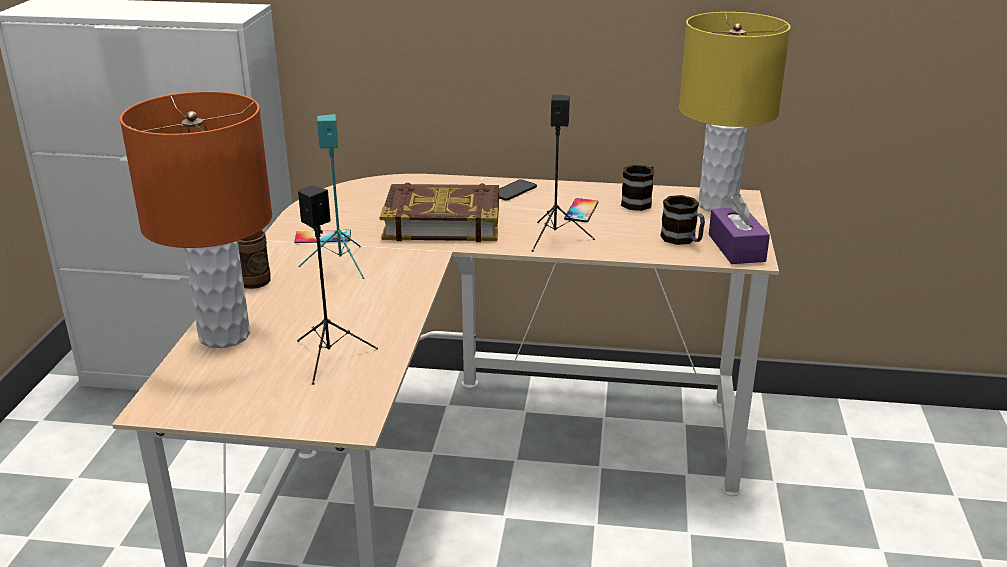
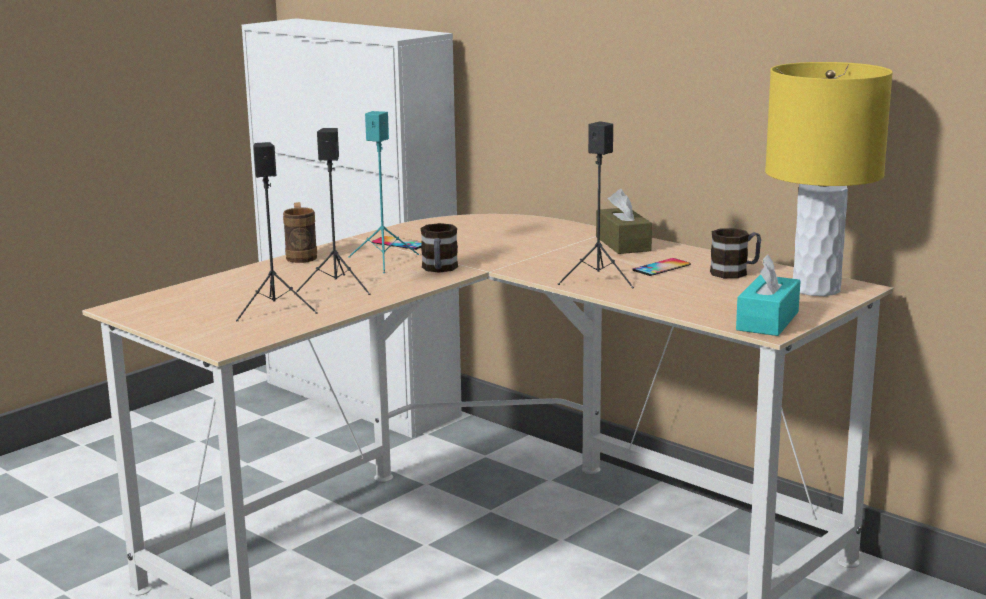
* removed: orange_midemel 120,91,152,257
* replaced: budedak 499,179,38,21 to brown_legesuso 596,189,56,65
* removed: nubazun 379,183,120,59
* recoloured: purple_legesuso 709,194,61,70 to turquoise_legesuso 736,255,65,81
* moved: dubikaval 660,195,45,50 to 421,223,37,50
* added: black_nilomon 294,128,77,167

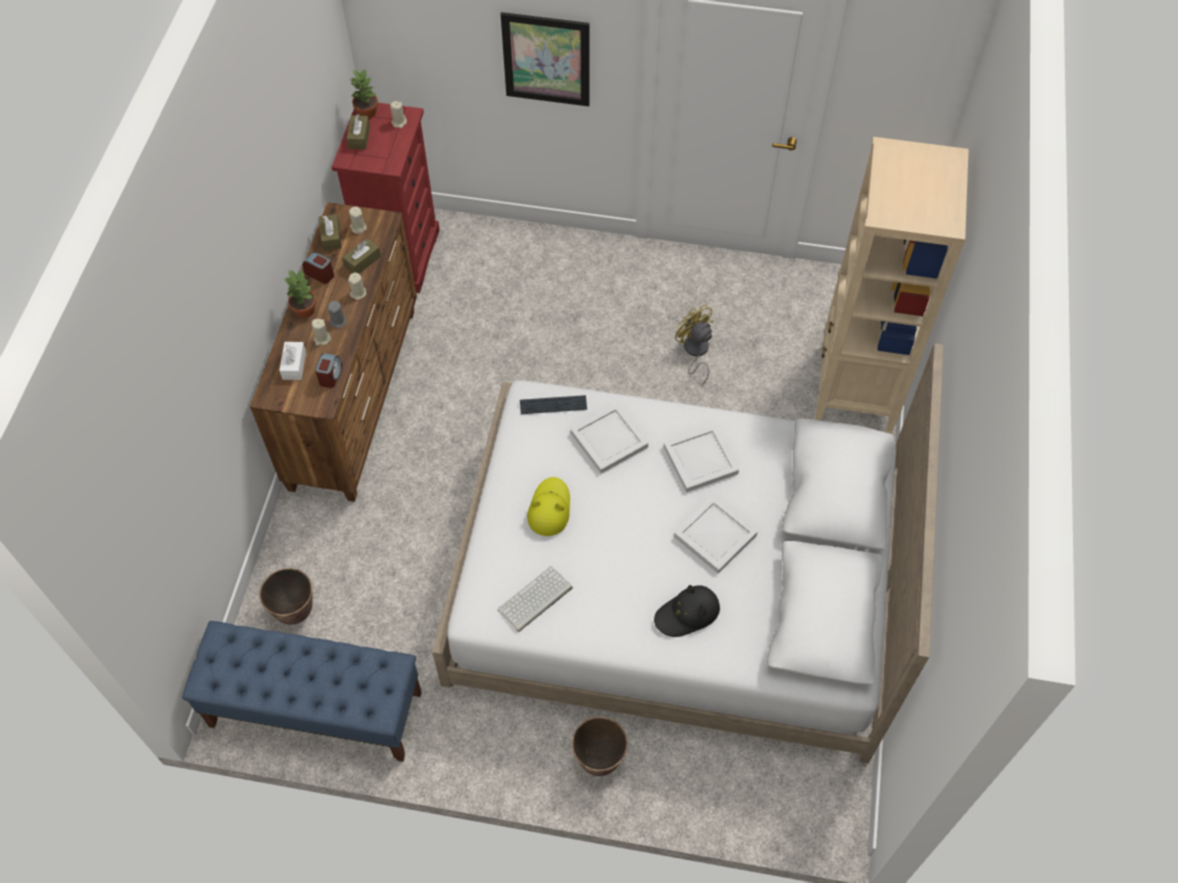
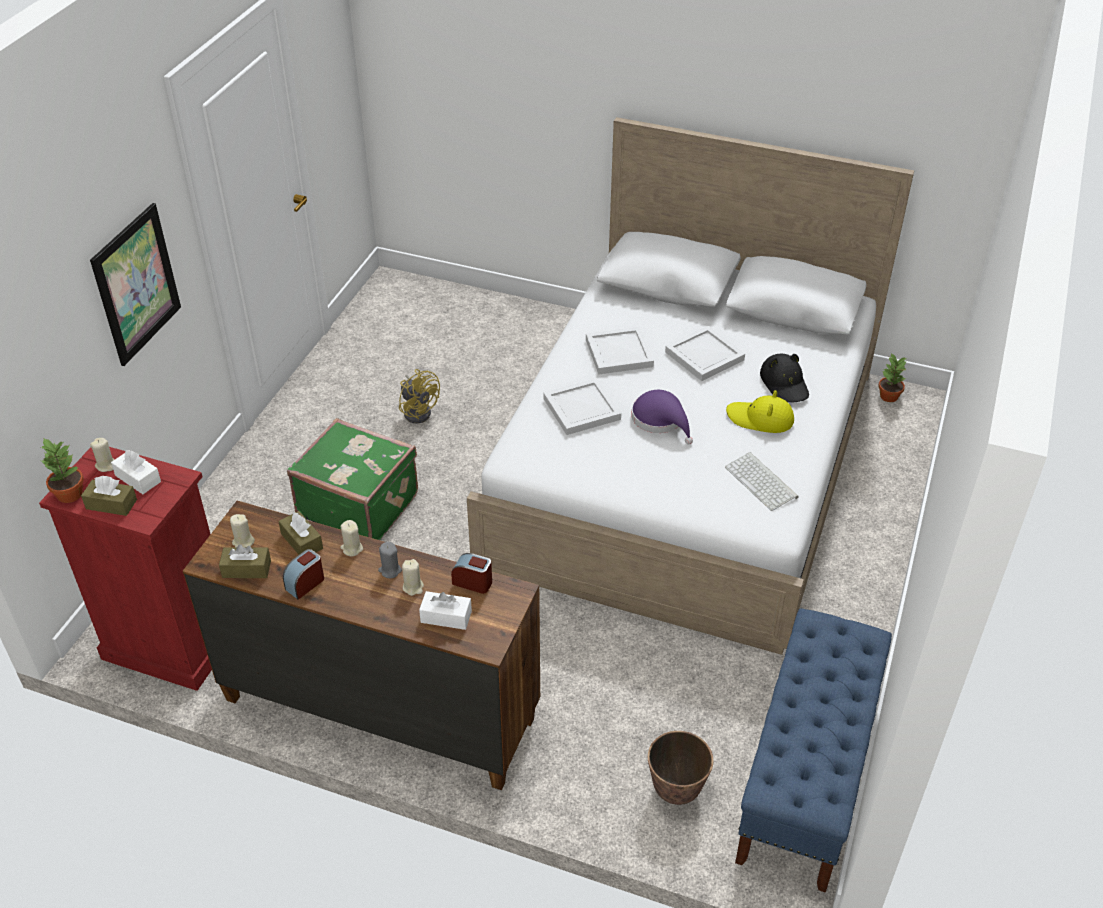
* removed: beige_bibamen 814,137,155,297
* moved: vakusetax 284,270,32,48 to 879,354,28,48
* turned: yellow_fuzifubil 675,304,38,80 = 399,369,41,54 105 degrees counterclockwise
* removed: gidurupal 520,395,67,19
* moved: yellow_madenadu 527,477,43,59 to 726,390,68,43
* removed: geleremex 572,717,56,59
* added: purple_madenadu 631,390,62,54
* added: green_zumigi 287,418,131,122
* added: white_legesuso 111,450,50,44

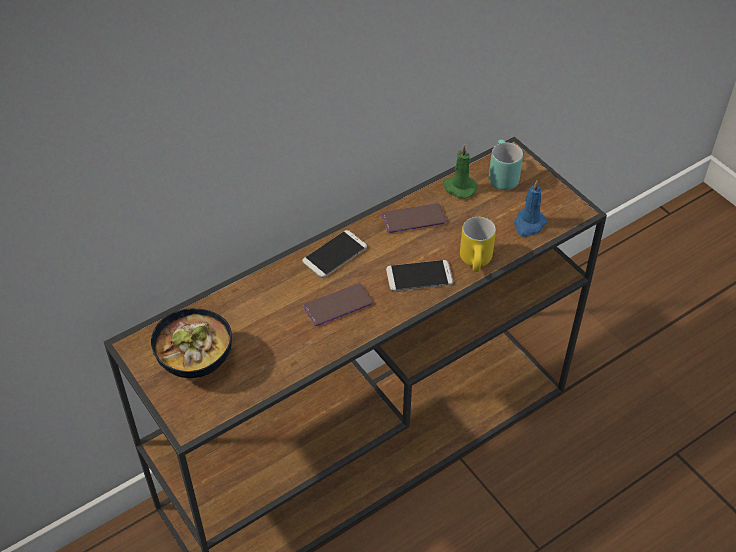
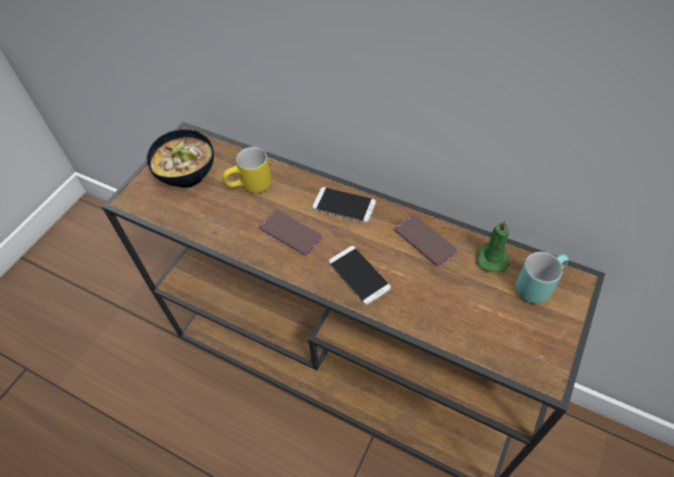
* removed: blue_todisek 514,180,33,57
* moved: yellow_dubikaval 460,217,36,55 to 223,147,49,47

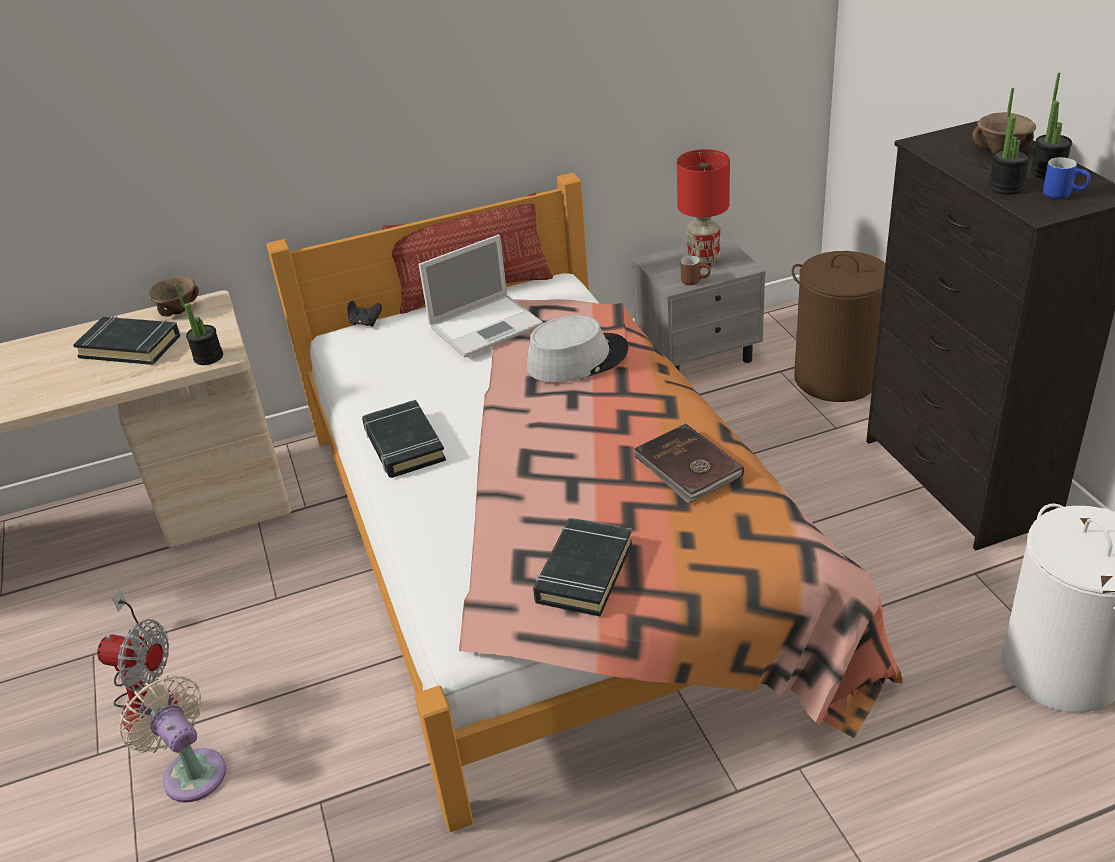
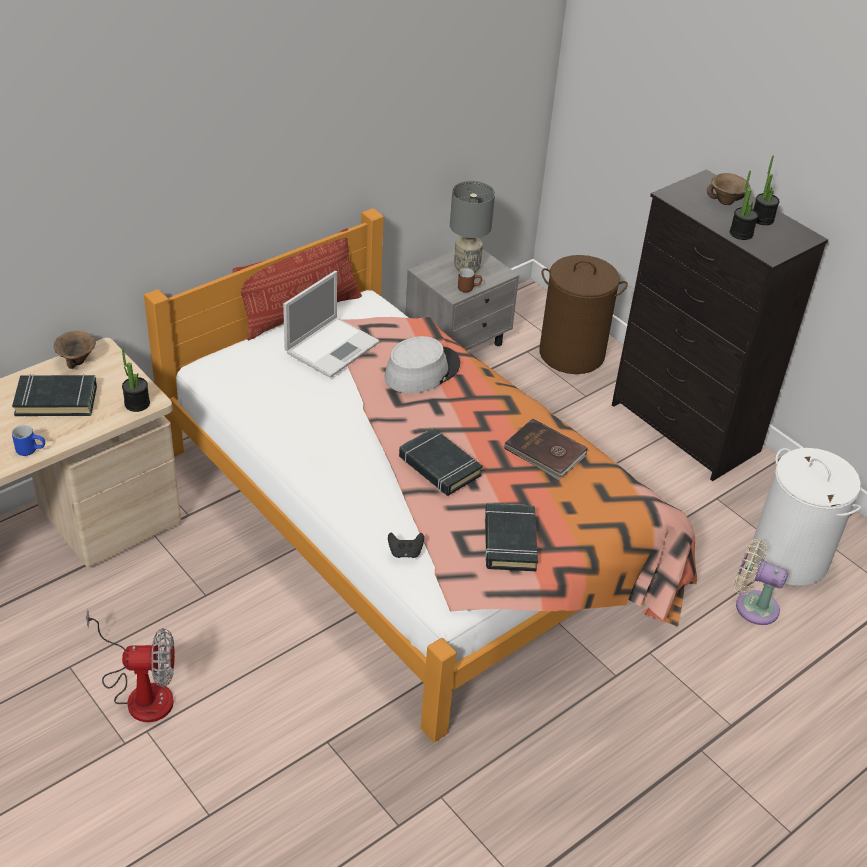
* recoloured: red_midemel 677,149,53,117 to grey_midemel 450,181,45,92
* moved: blue_dubikaval 1043,157,48,42 to 12,425,33,31
* moved: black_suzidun 348,301,34,26 to 388,532,36,26
* moved: black_nubazun 362,400,84,78 to 399,428,83,68
* moved: beige_fuzifubil 118,675,108,128 to 734,539,54,86

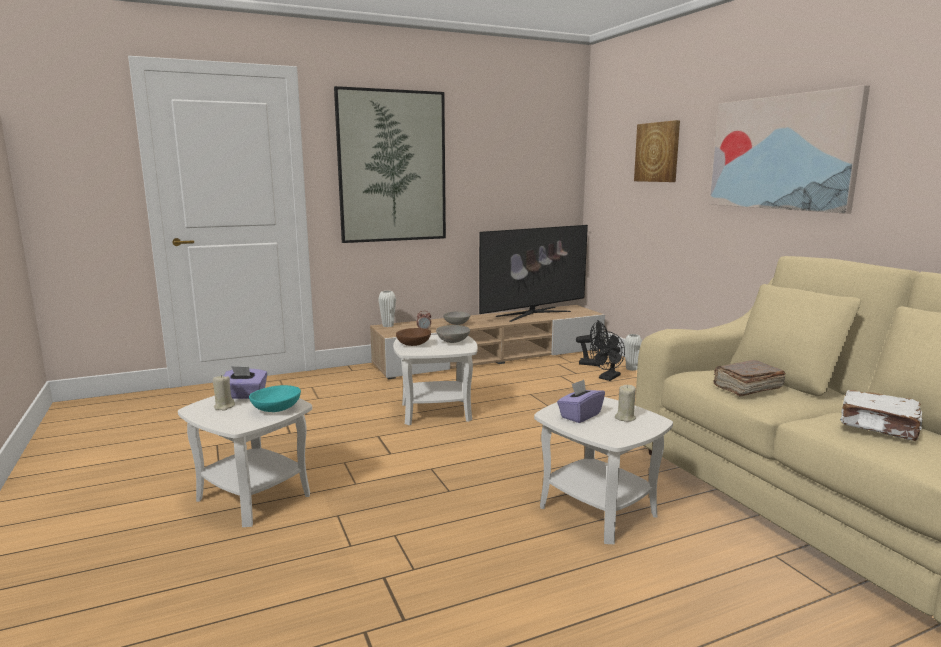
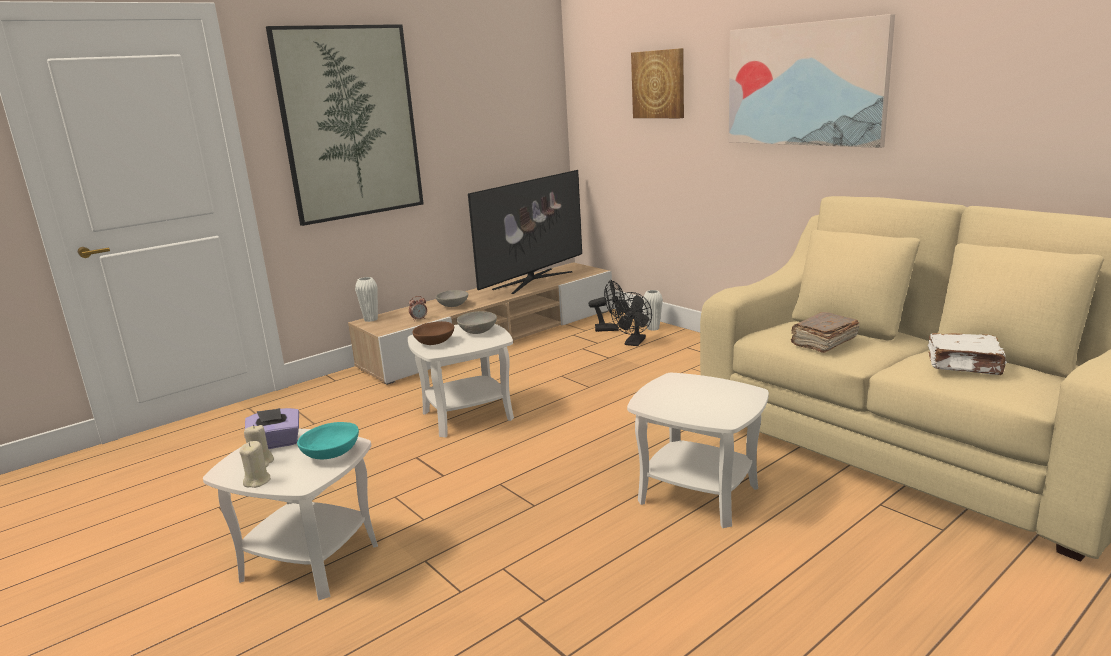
* removed: purple_legesuso 557,380,48,43
* moved: beige_todisek 615,385,21,37 to 240,441,31,47

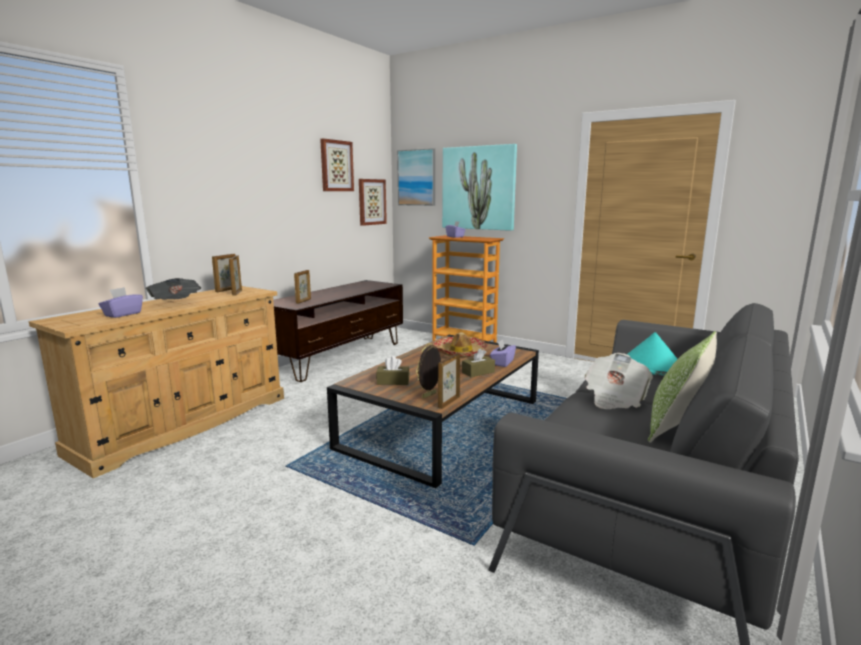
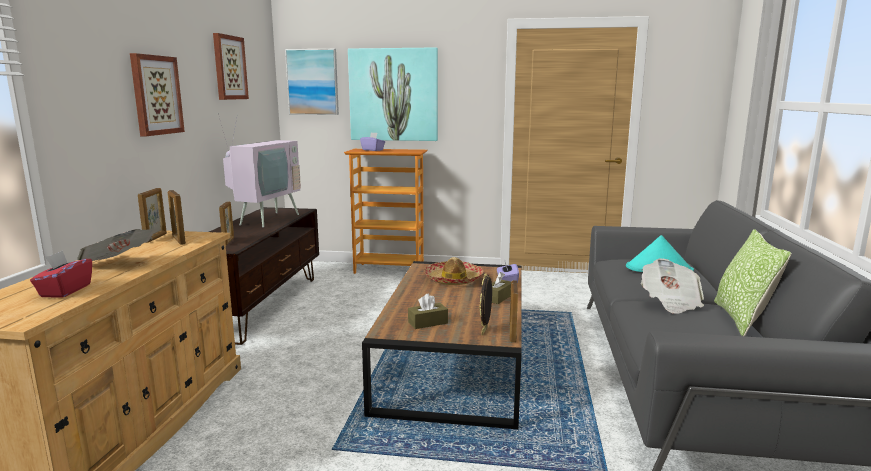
* moved: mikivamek 359,179,28,47 to 130,53,55,83
* recoloured: purple_legesuso 99,287,44,31 to red_legesuso 30,250,62,48
* added: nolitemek 218,113,83,115

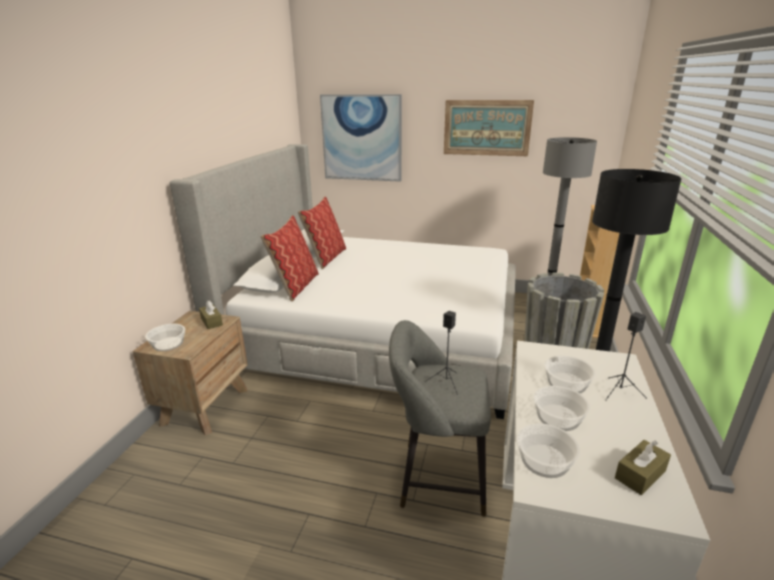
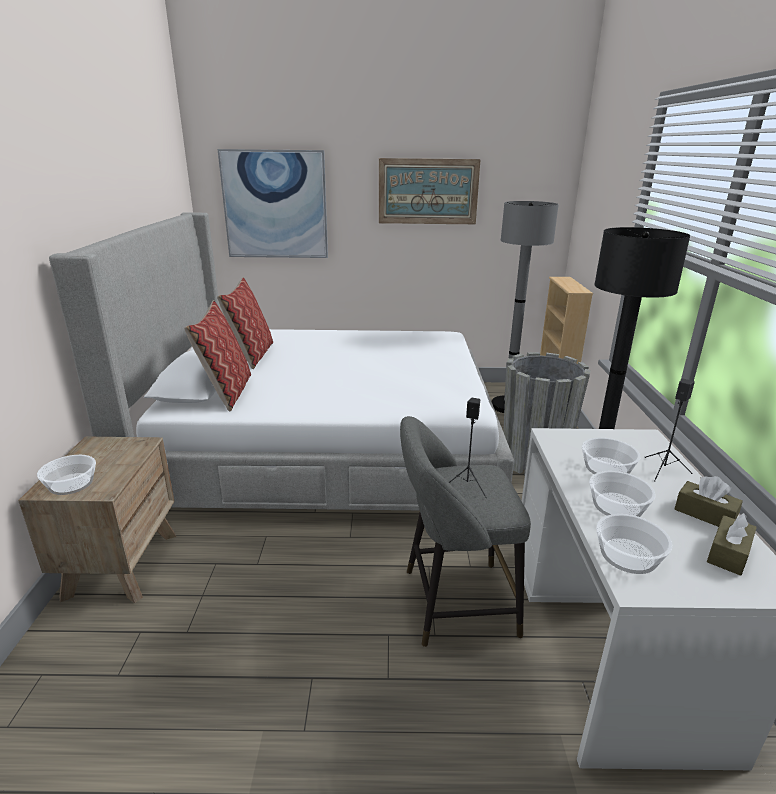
* moved: brown_legesuso 199,301,24,28 to 675,476,68,51

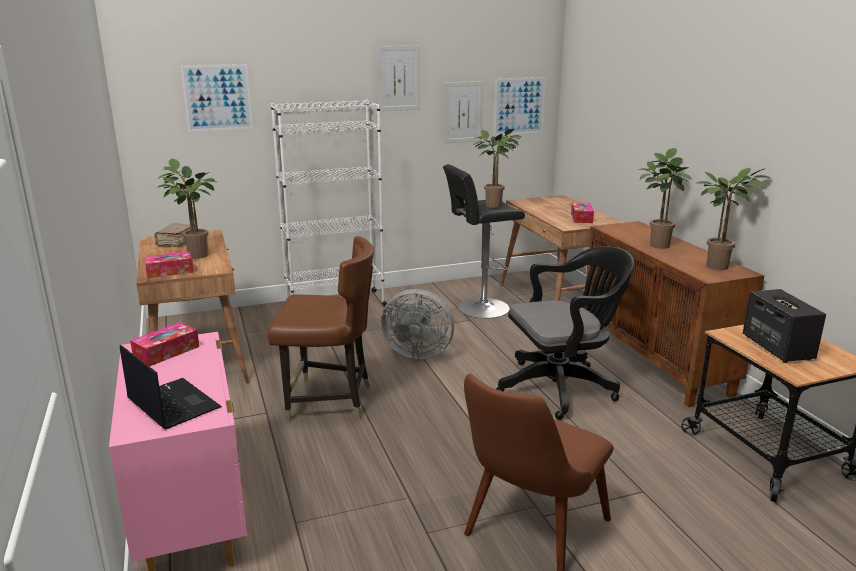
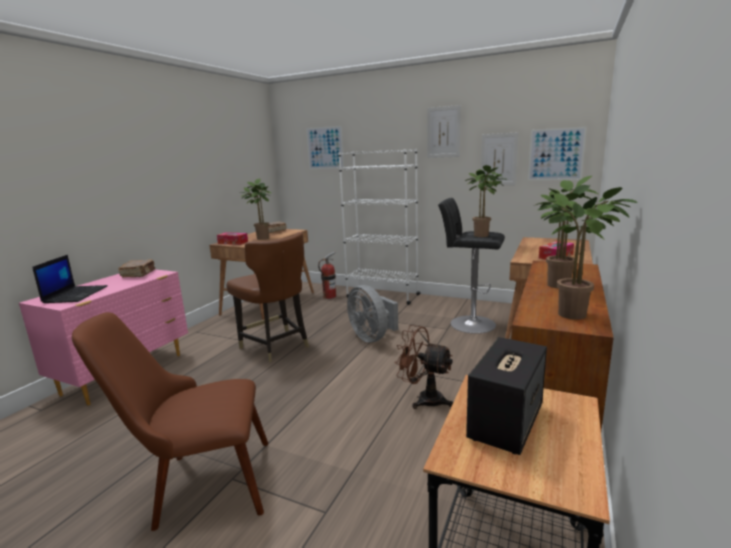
* replaced: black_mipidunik 497,246,137,174 to brown_fuzifubil 394,325,59,84
* replaced: legesuso 130,322,69,44 to brown_nubazun 118,259,37,19
* added: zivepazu 318,252,18,47

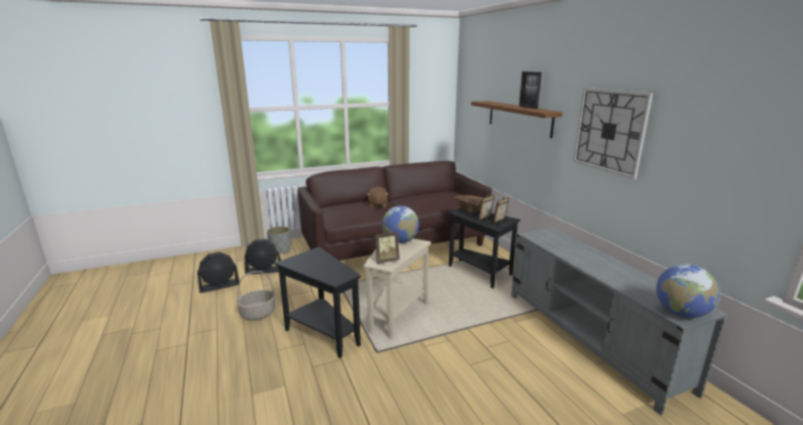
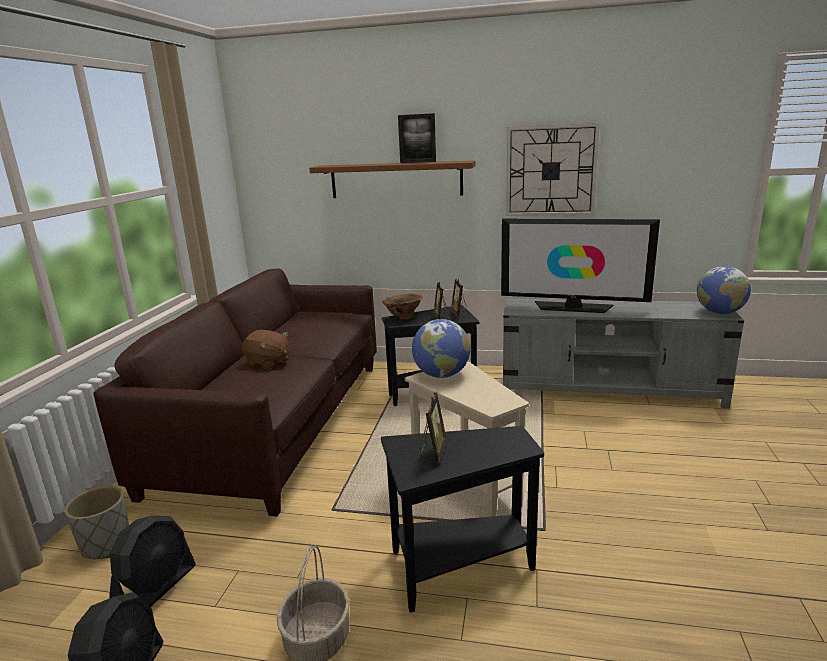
* moved: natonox 375,230,25,34 to 418,392,28,71
* added: nolitemek 501,219,159,94

